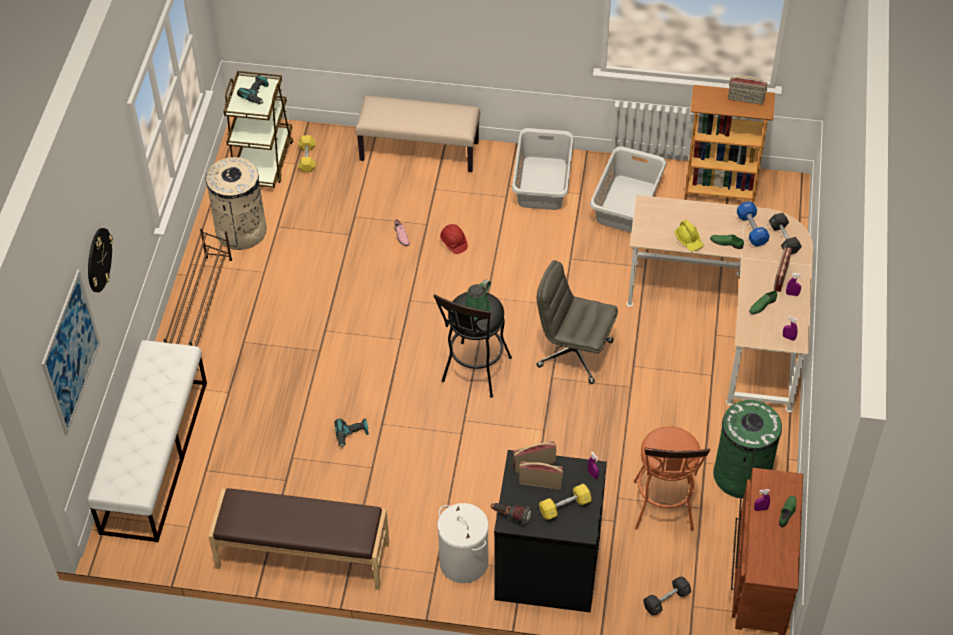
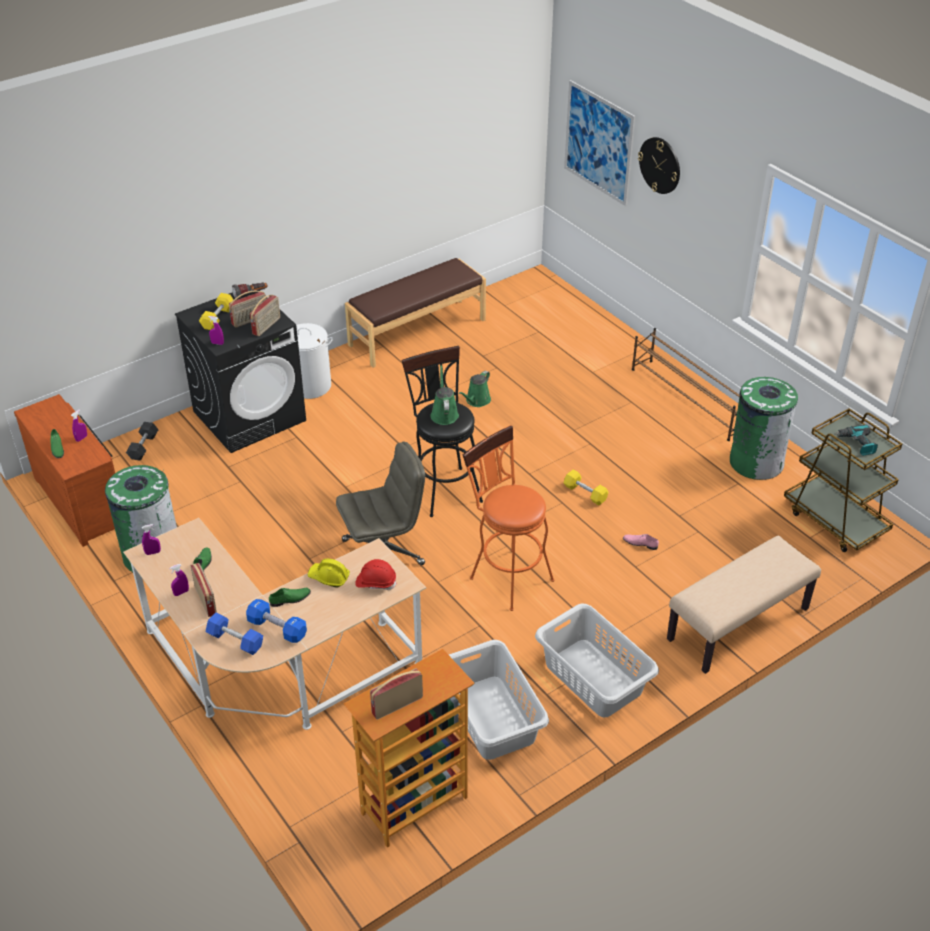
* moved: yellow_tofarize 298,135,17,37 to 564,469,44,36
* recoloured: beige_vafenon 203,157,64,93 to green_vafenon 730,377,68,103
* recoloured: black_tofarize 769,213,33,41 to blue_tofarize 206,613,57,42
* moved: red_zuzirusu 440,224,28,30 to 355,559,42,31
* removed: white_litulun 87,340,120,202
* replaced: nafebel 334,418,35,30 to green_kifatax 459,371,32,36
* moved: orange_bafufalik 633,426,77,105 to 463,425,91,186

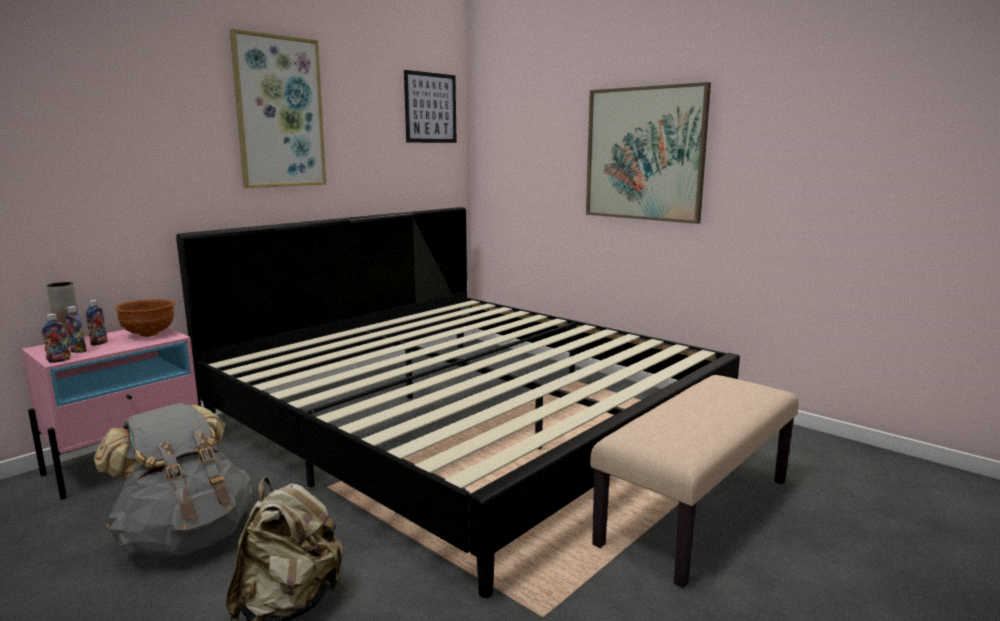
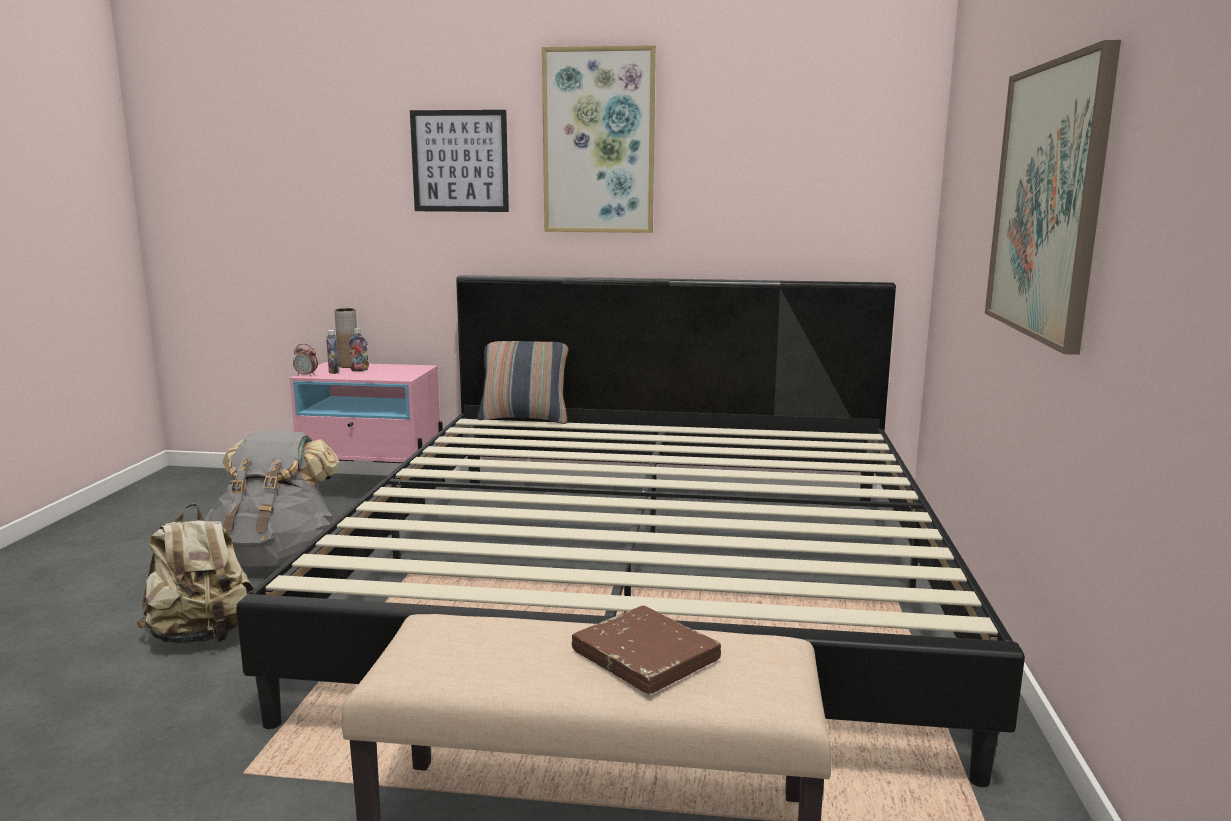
* moved: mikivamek 404,70,53,73 to 410,110,99,102
* removed: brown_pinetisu 115,299,60,38
* replaced: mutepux 42,314,29,49 to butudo 293,344,25,32
* added: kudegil 477,341,91,83
* added: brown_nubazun 572,605,149,90

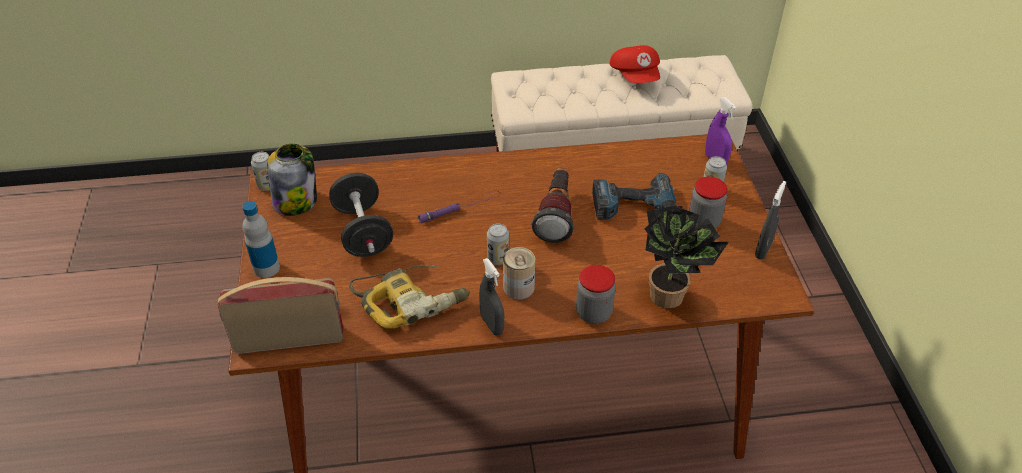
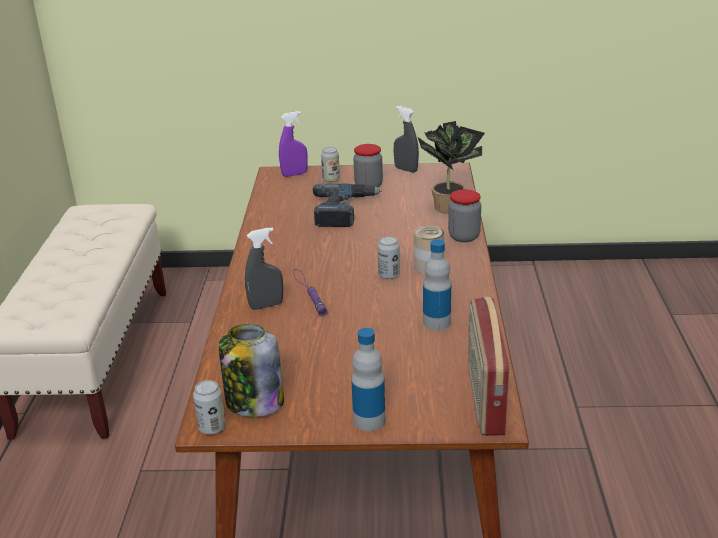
* removed: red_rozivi 609,45,51,38
* removed: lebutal 531,168,44,75
* removed: black_tofarize 329,173,64,84
* moved: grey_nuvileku 479,258,25,78 to 245,227,38,83
* replaced: nafebel 349,265,121,64 to mutepux 423,239,28,92

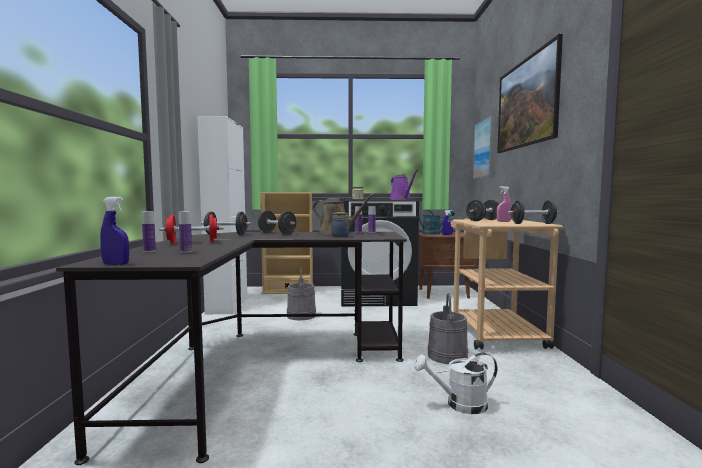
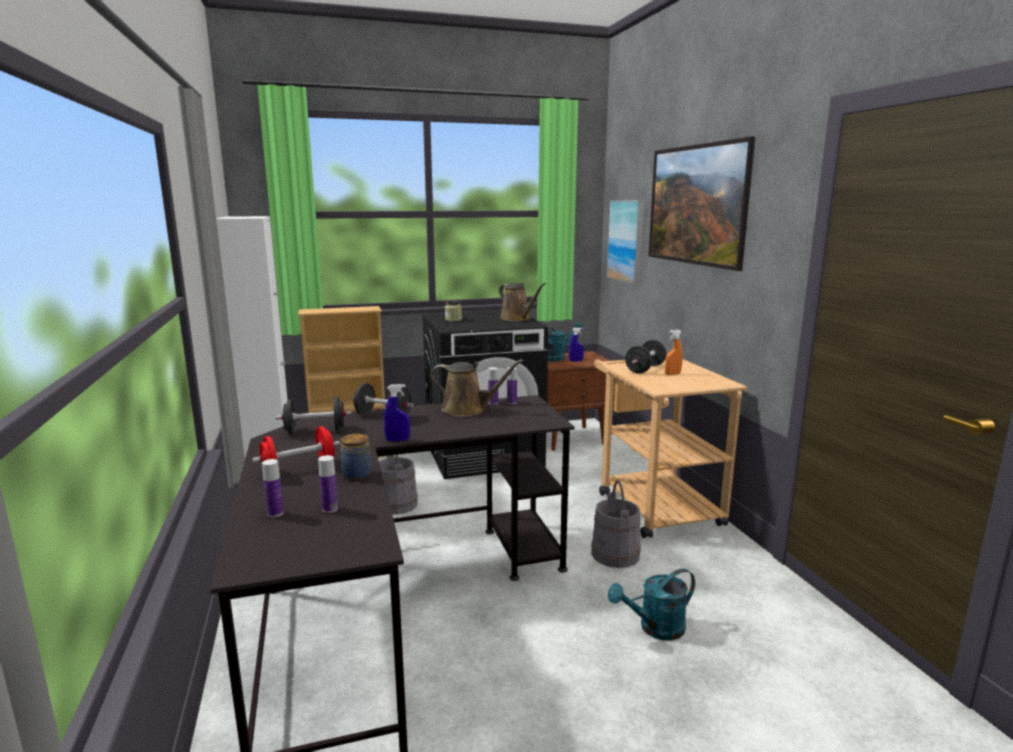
* recoloured: purple_kifatax 390,170,28,30 to brown_kifatax 499,283,46,38
* recoloured: pink_nuvileku 497,186,15,36 to orange_nuvileku 665,330,18,45
* moved: blue_nuvileku 100,197,29,68 to 384,384,26,57
* removed: black_tofarize 508,200,51,24
* moved: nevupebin 332,212,17,25 to 340,434,32,46
* recoloured: white_kifatax 414,353,83,61 to turquoise_kifatax 608,569,87,71

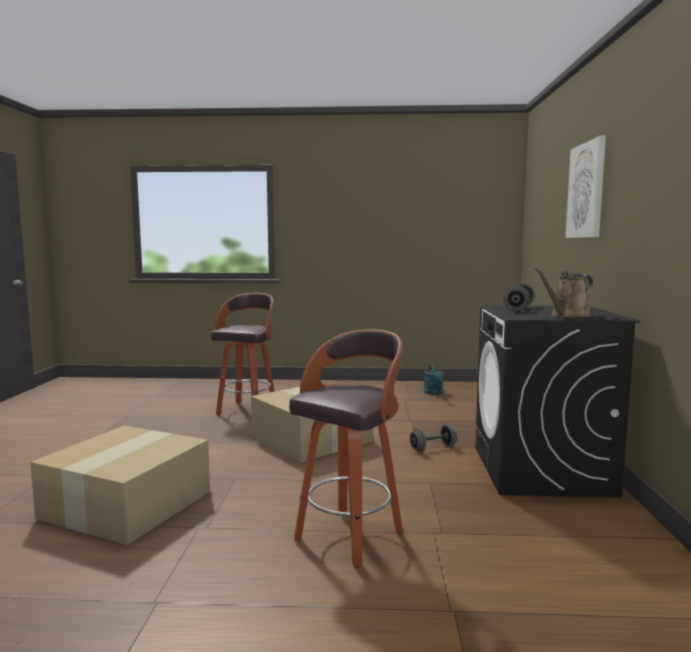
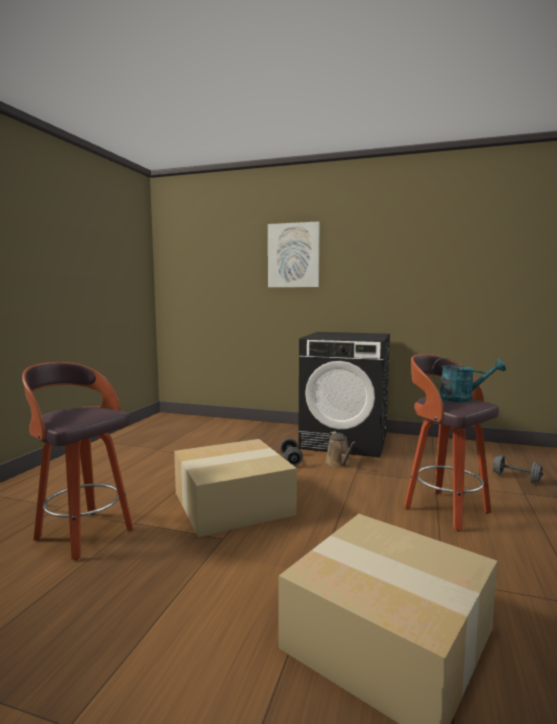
* moved: brown_kifatax 535,268,59,50 to 325,432,31,35
* moved: grey_tofarize 503,283,32,28 to 493,455,50,28
* moved: turquoise_kifatax 424,364,20,31 to 432,358,74,44

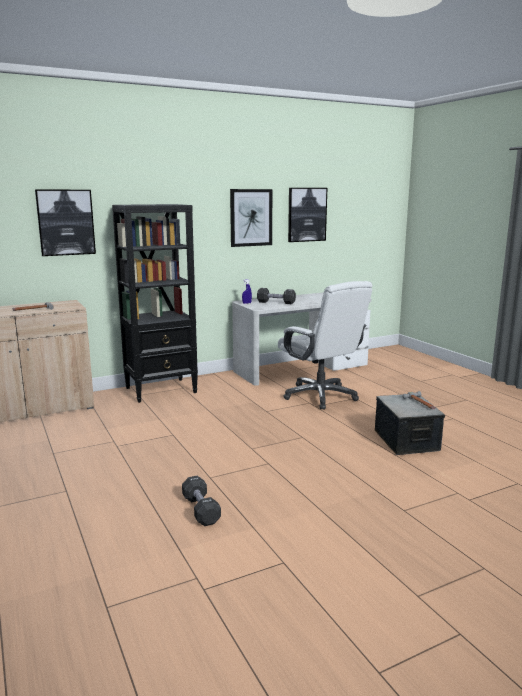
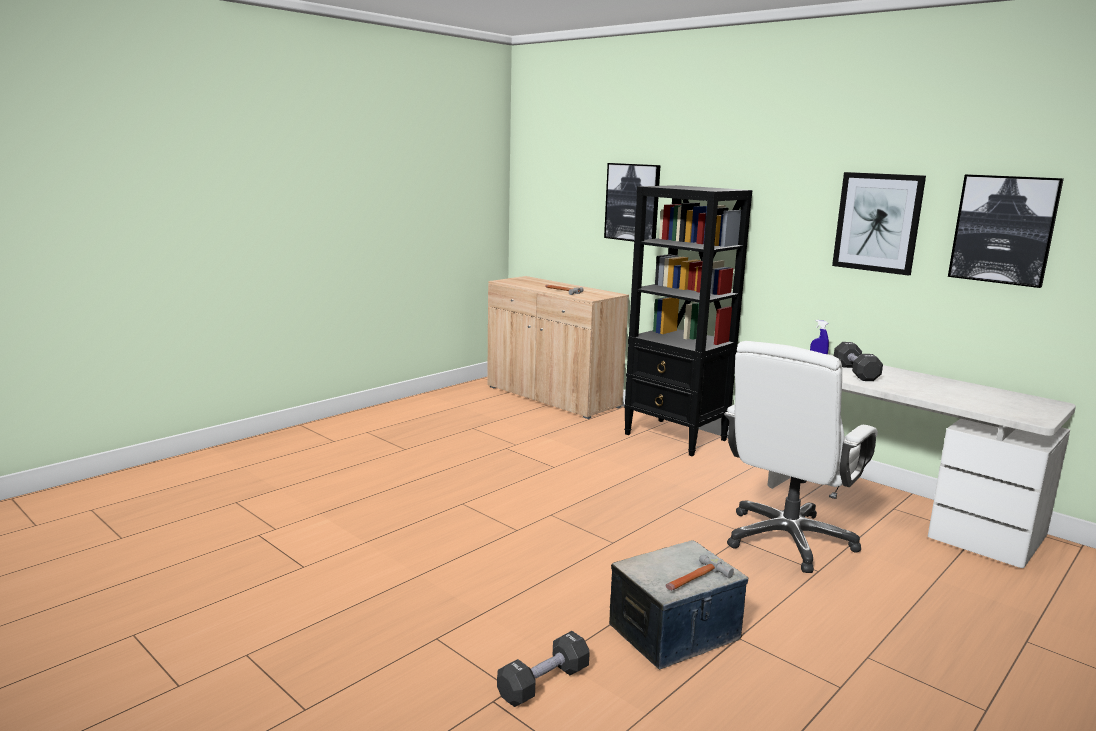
* moved: black_tofarize 182,476,39,50 to 497,631,93,76

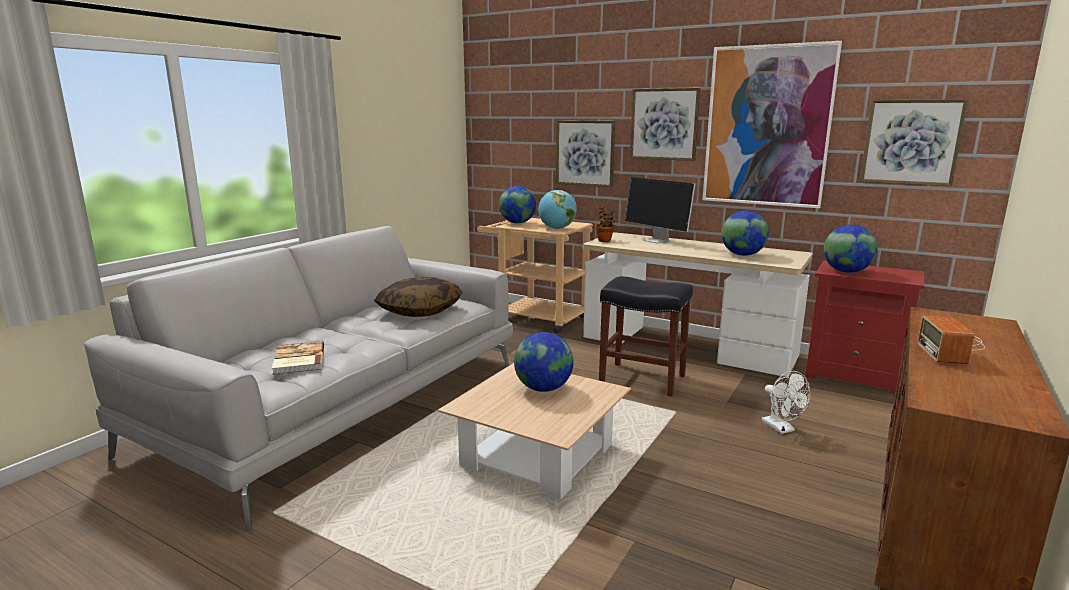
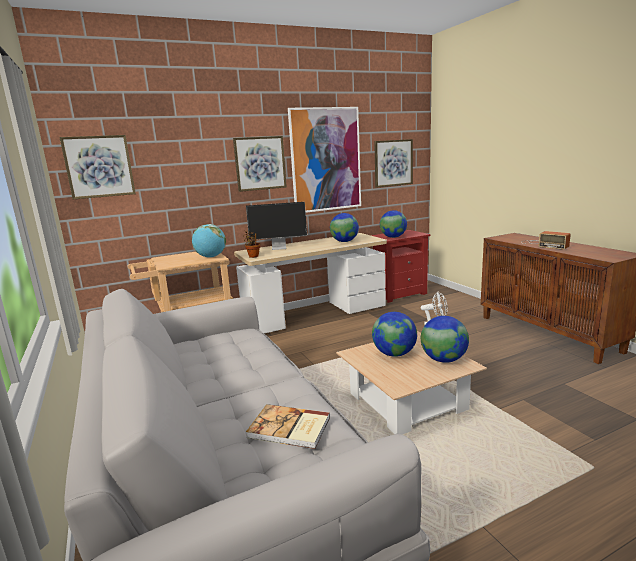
* moved: mikivamek 556,120,59,67 to 59,135,77,64
* moved: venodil 499,186,37,37 to 421,316,48,47
* removed: black_bafufalik 599,276,94,121
* removed: kudegil 374,277,88,40

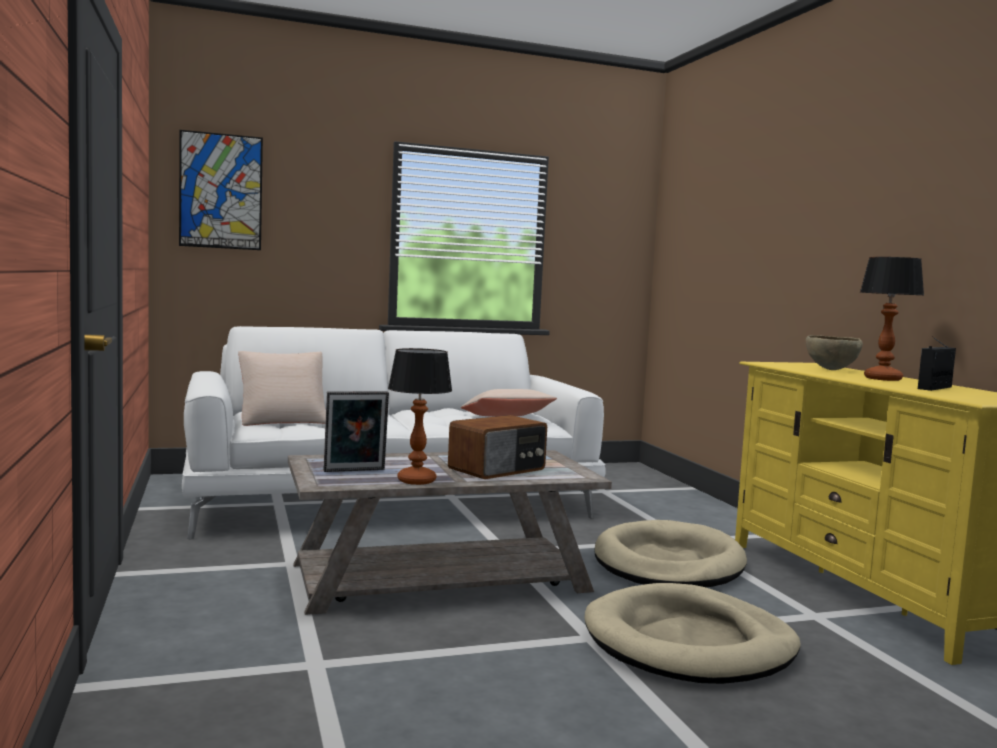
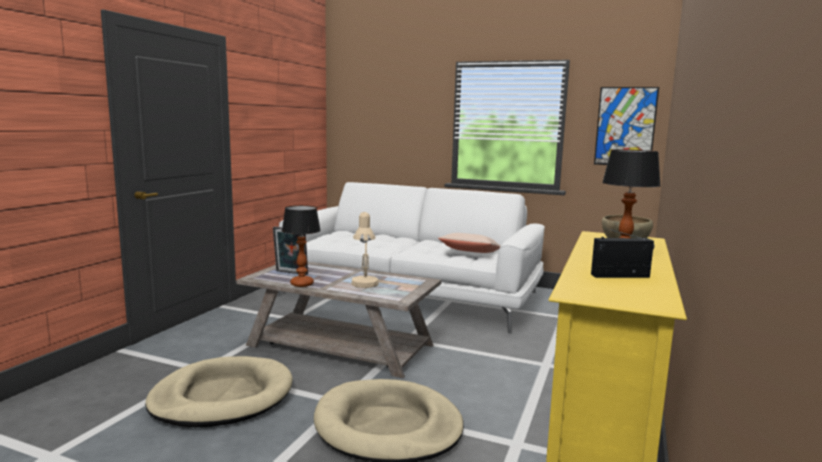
* moved: mikivamek 179,130,84,120 to 594,87,65,78
* removed: beige_kudegil 238,351,88,75
* replaced: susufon 448,415,99,64 to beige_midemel 351,212,28,76
* moved: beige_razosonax 594,520,153,67 to 145,356,148,71

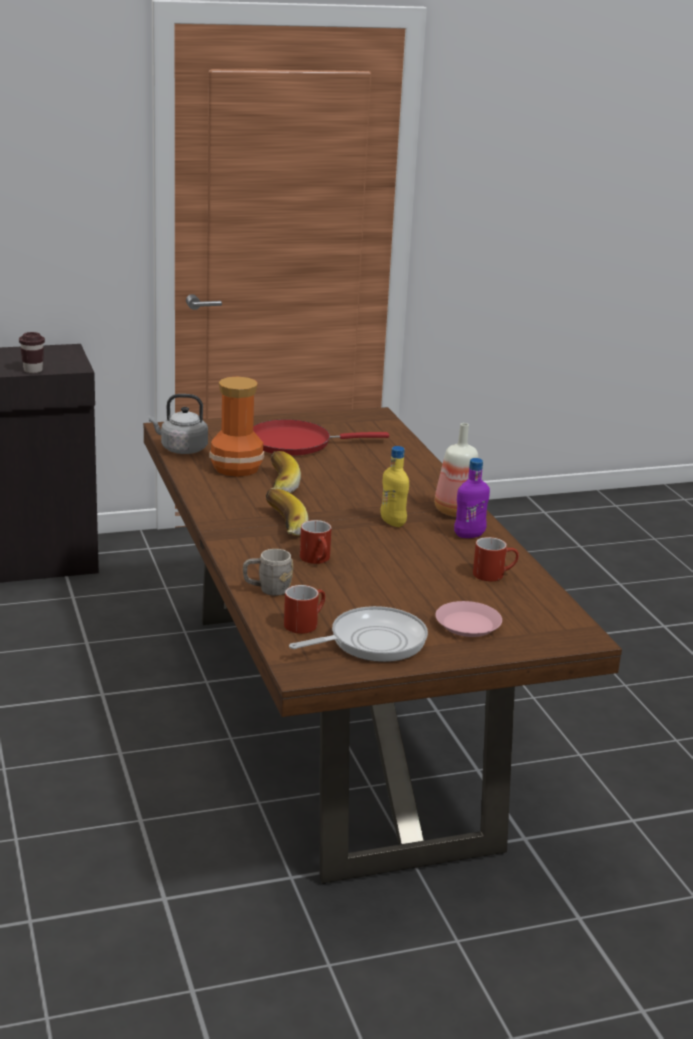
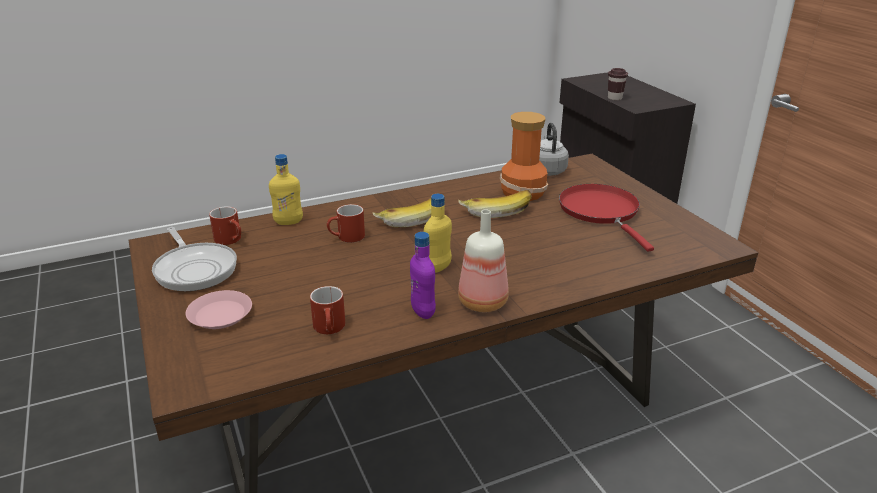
* replaced: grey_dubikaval 243,549,50,47 to yellow_mutepux 269,154,34,71

